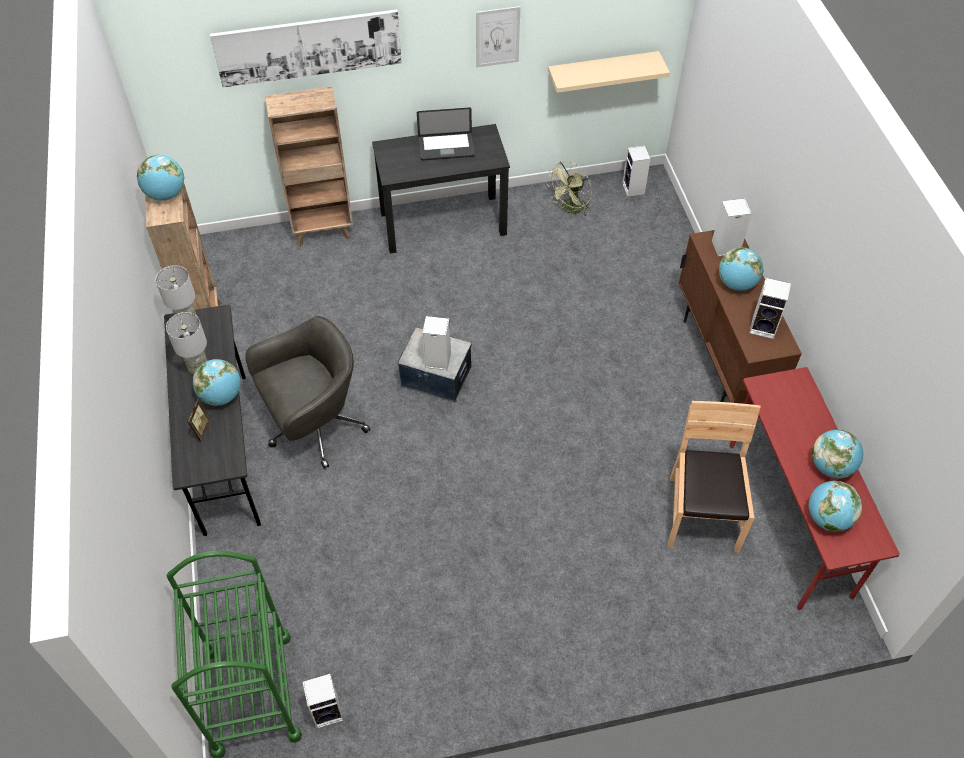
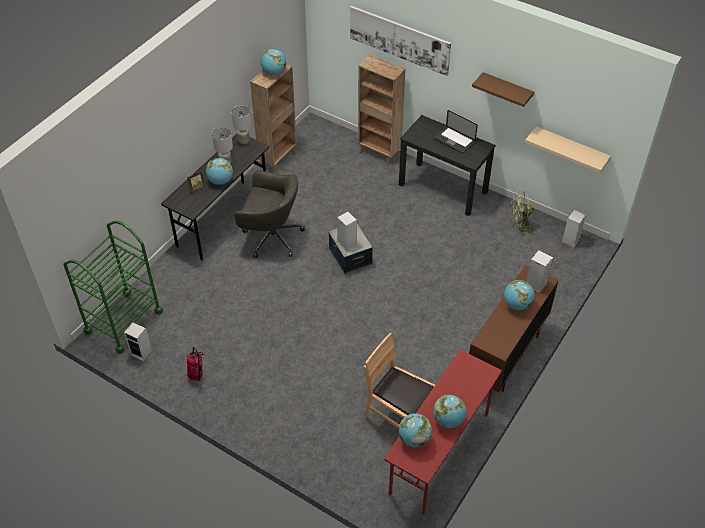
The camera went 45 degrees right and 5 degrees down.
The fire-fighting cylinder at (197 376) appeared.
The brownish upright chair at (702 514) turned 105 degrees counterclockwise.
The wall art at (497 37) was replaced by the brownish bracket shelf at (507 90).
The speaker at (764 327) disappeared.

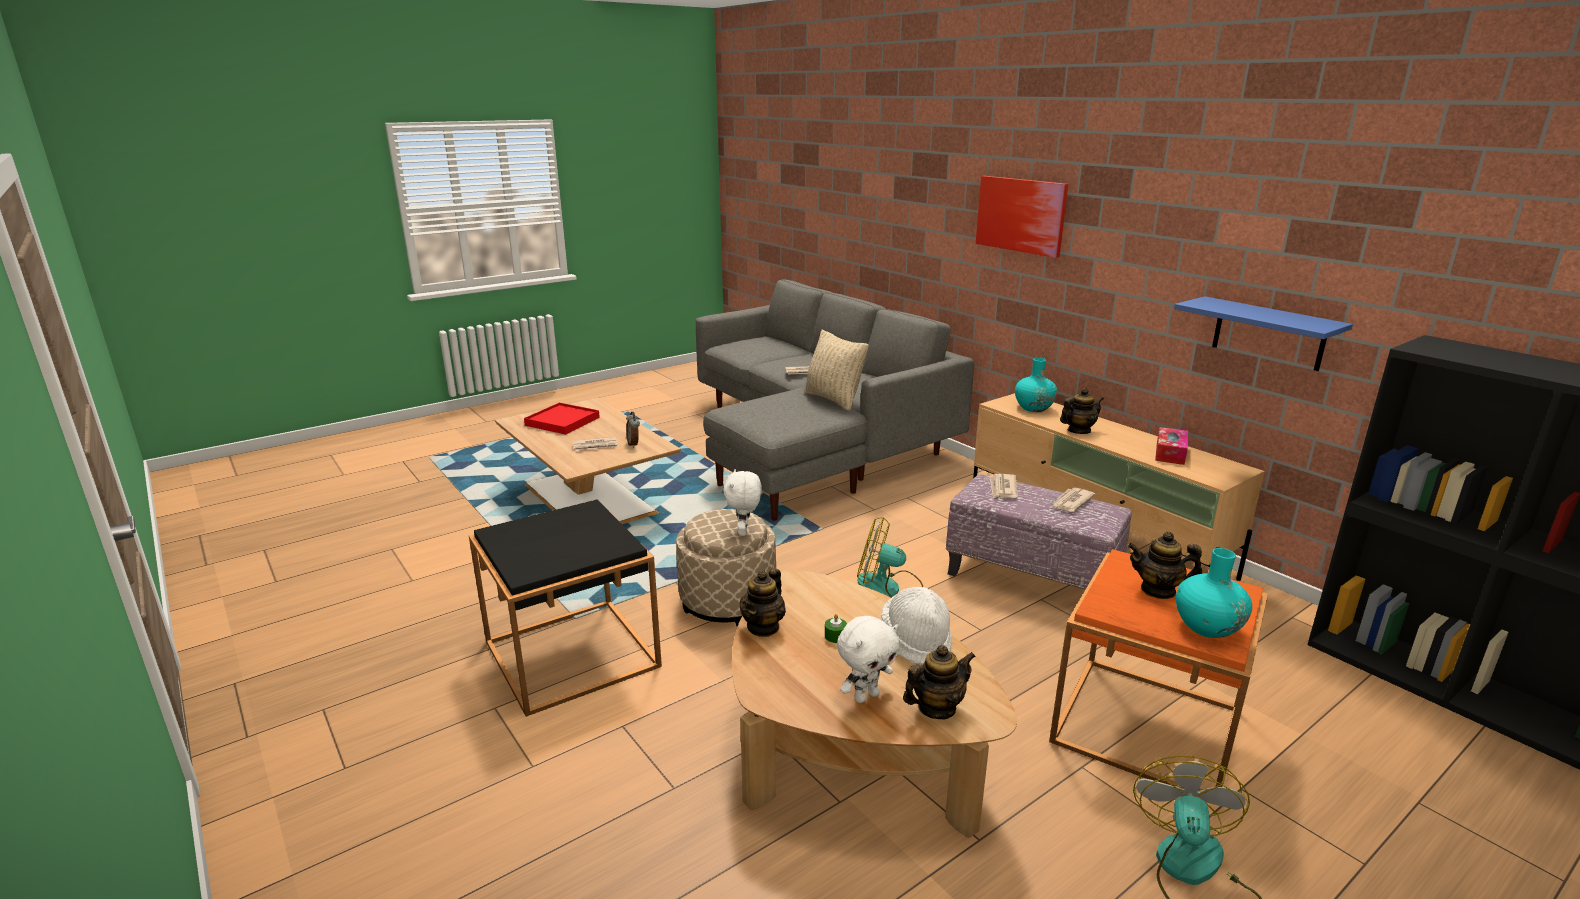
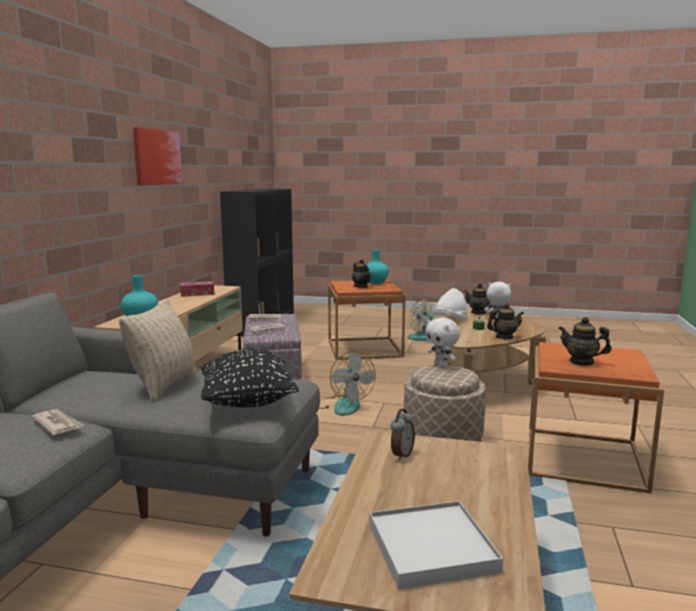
The camera went 130 degrees left and 10 degrees down.
The wall art moved from (1021 215) to (157 157).
The blackish throw pillow at (247 402) appeared.
The reddish serving tray at (562 421) became the white serving tray at (432 548).
The white soft toy at (744 531) turned 90 degrees clockwise.
The blackish side table at (571 654) became the orange side table at (583 458).
The pot for tea moved from (1078 431) to (581 362).
The printed paper at (596 446) disappeared.
The bluish bracket shelf at (1268 333) disappeared.

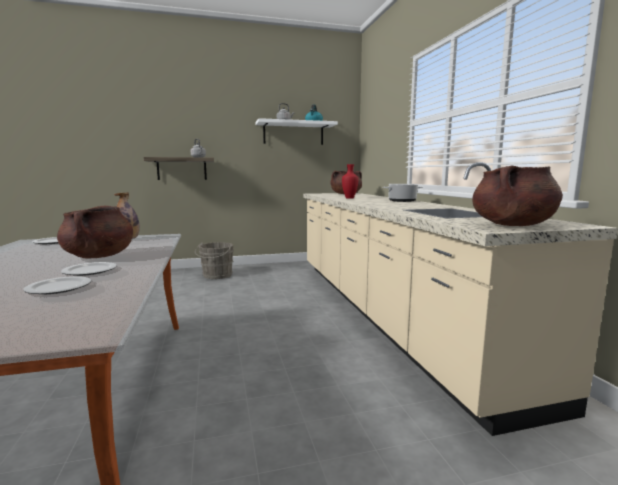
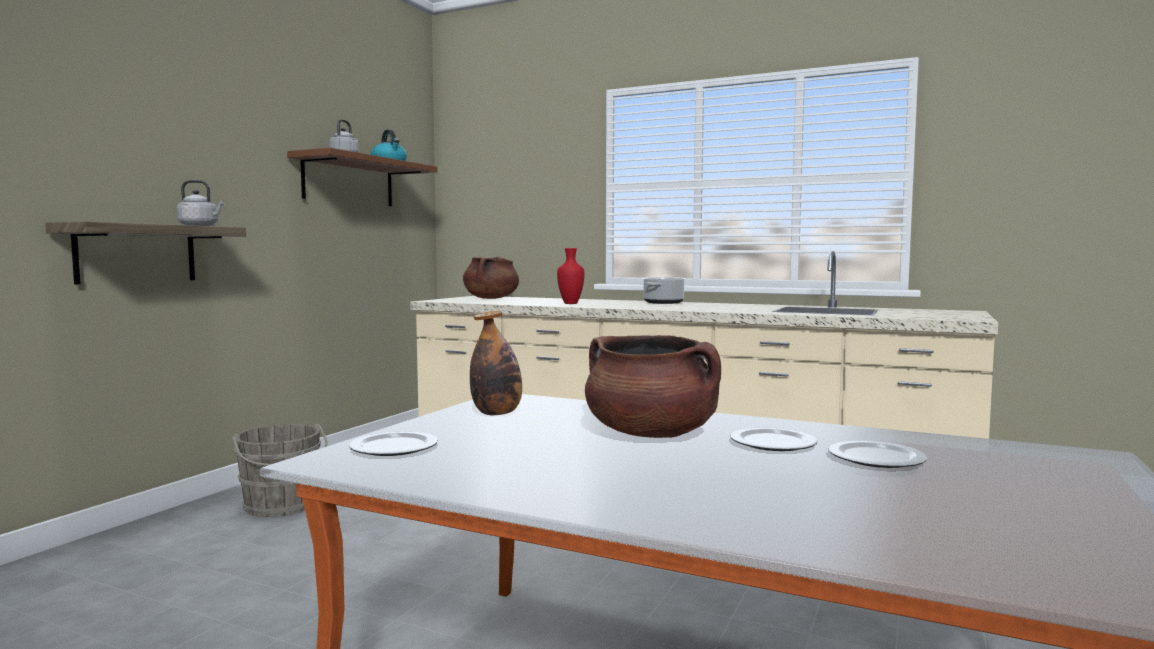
The camera went 50 degrees left and 5 degrees down.
The white bracket shelf at (293 133) became the brownish bracket shelf at (349 181).
The brownish cooking pot at (512 225) disappeared.

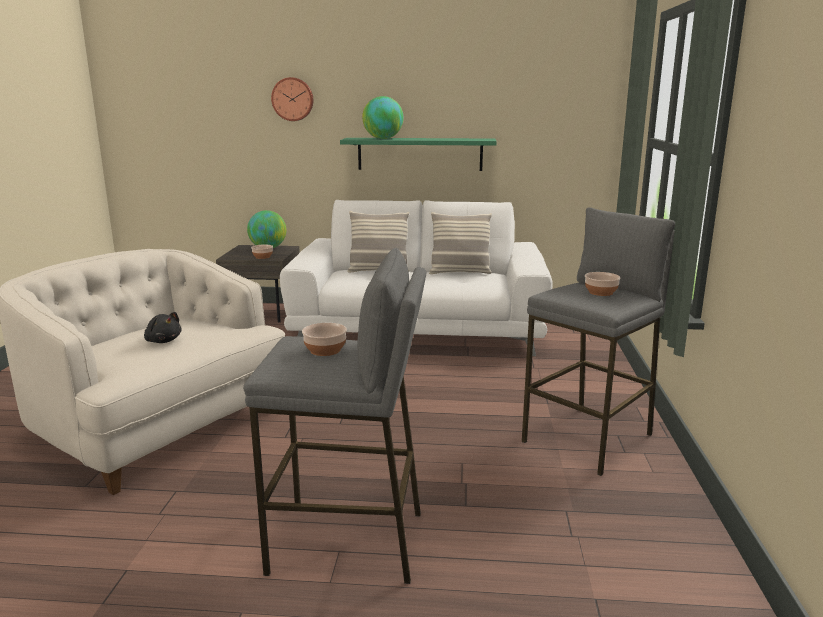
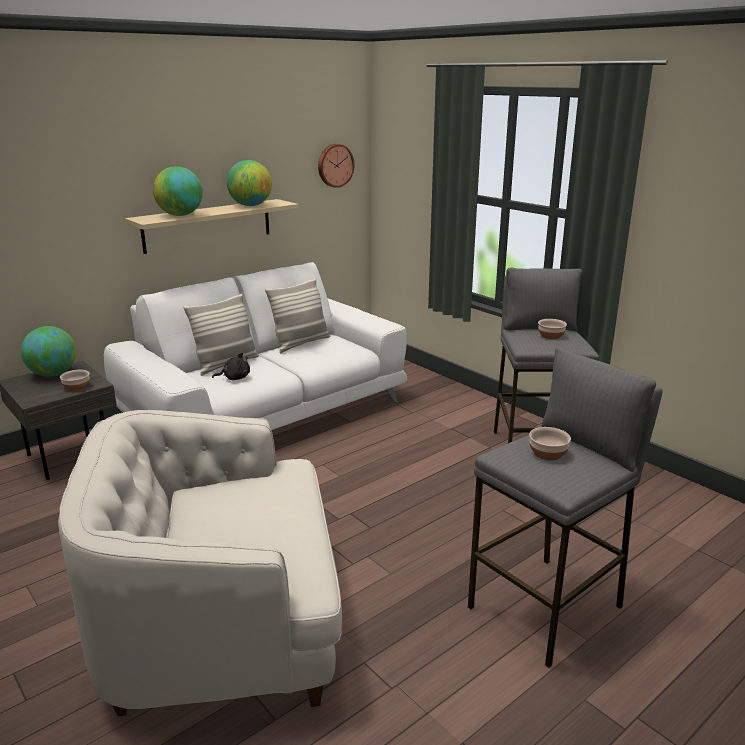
The camera went 45 degrees left and 5 degrees up.
The green-coloured bracket shelf at (420 154) became the beige bracket shelf at (208 225).
The blackish soft toy moved from (163 341) to (235 378).
The globe at (251 205) appeared.
The clock on the wall moved from (293 99) to (334 165).

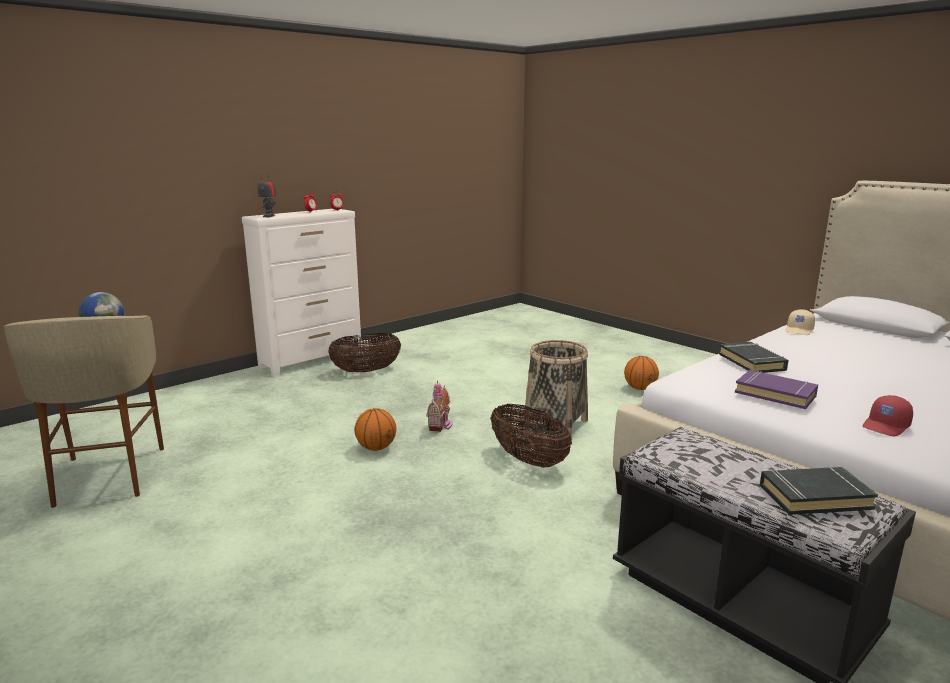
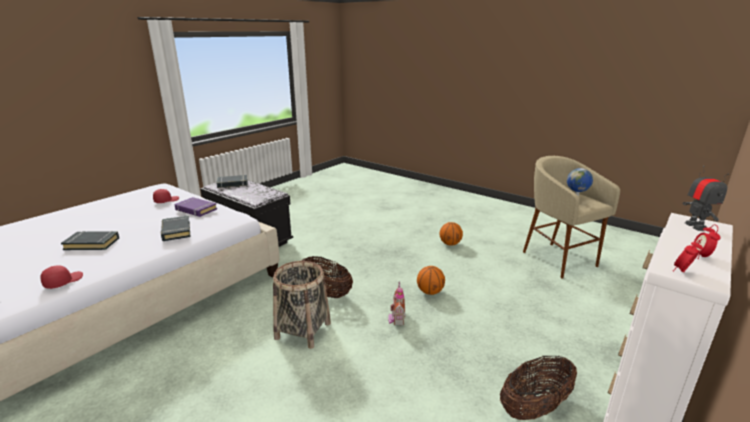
The camera went 170 degrees right and 5 degrees up.
The beige baseball cap at (799 330) became the reddish baseball cap at (63 281).
The blackish volume at (92 243) appeared.
The ball for basketball moved from (640 388) to (450 244).

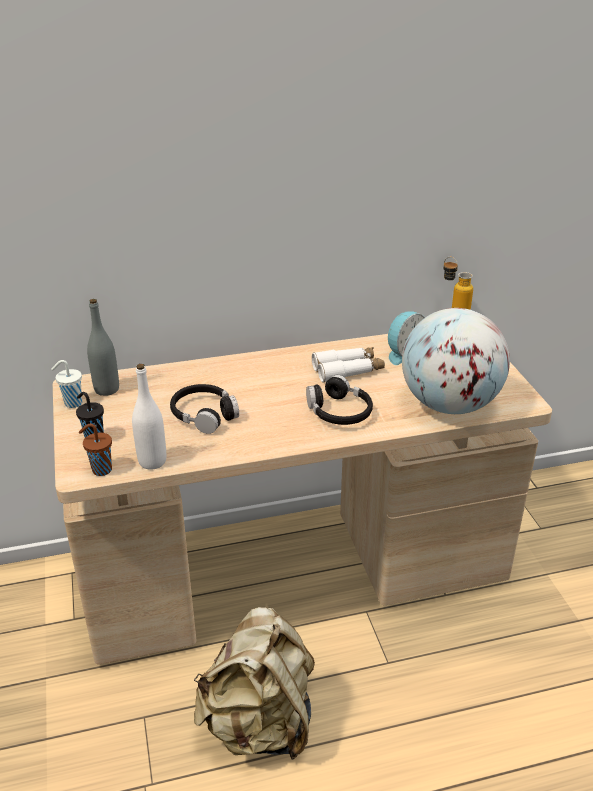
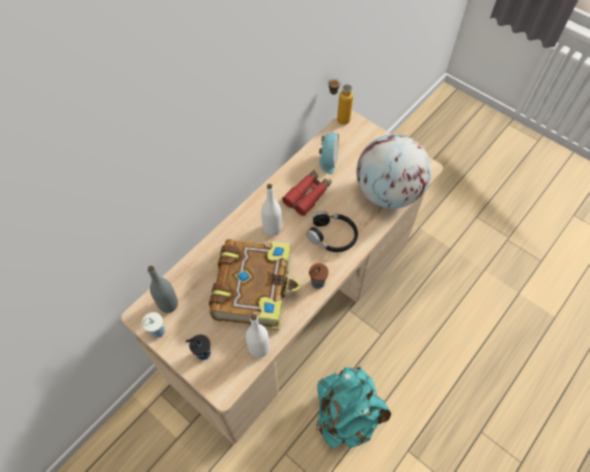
The camera went 35 degrees left and 25 degrees up.
The blackish headset at (204 415) was replaced by the volume at (254 288).
The white drink bottle at (272 229) appeared.
The white pair of binoculars at (348 370) became the reddish pair of binoculars at (308 195).
The brownish drinking cup moved from (100 470) to (317 283).
The beige rucksack at (260 724) became the turquoise-coloured rucksack at (346 414).

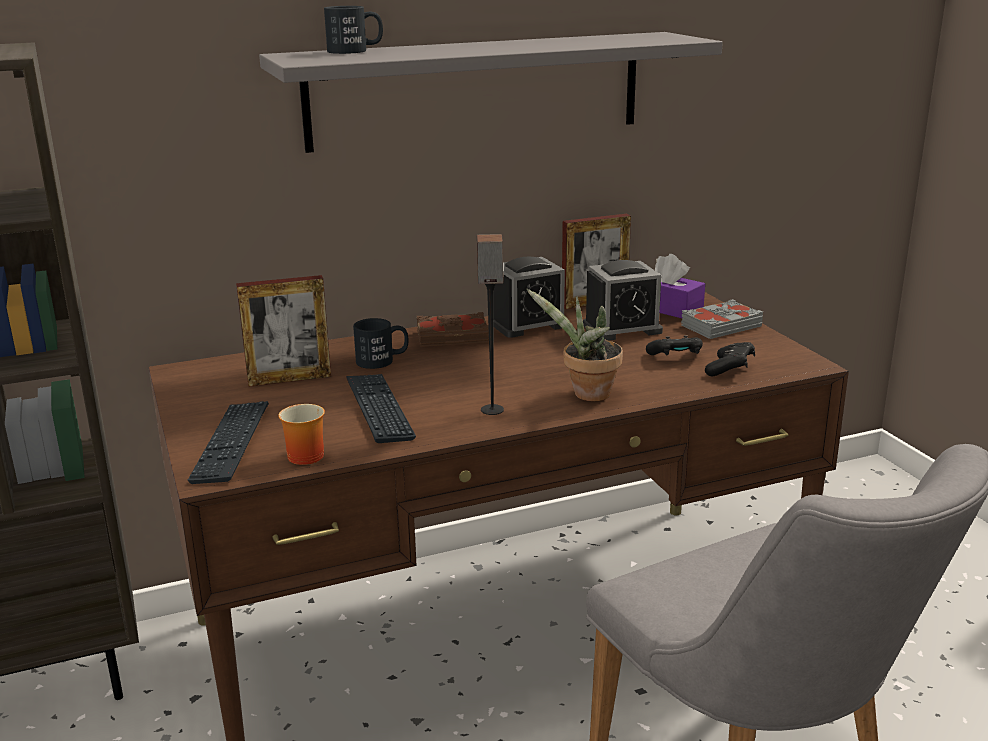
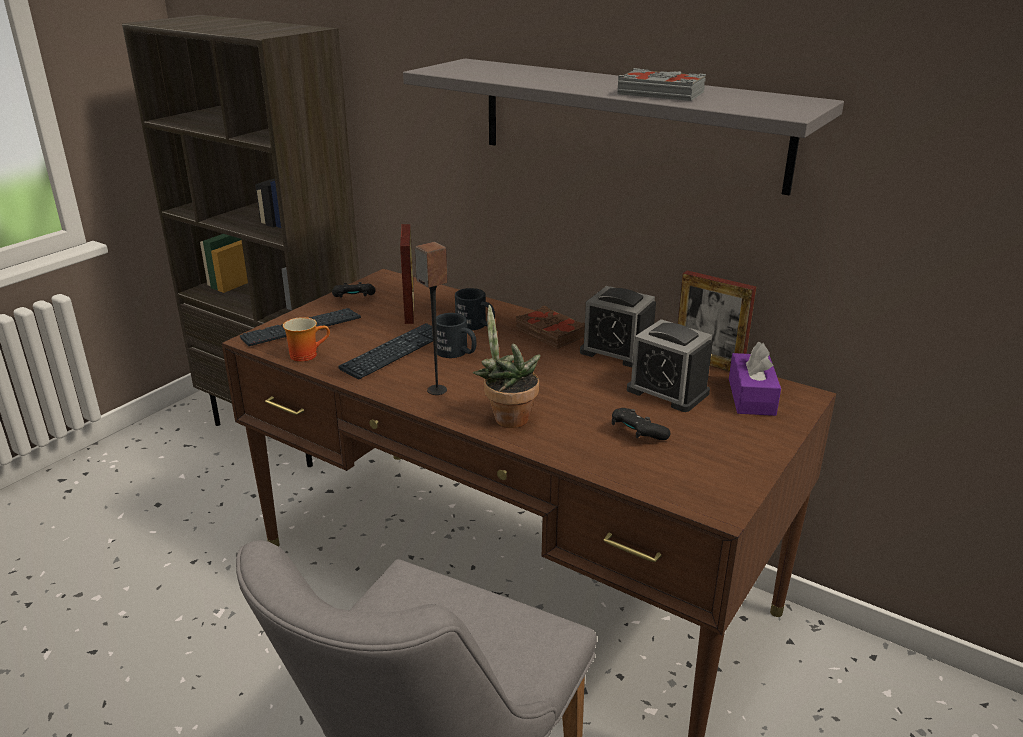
The camera went 55 degrees right and 5 degrees up.
The blackish joypad moved from (730 369) to (354 299).
The photo frame at (289 379) turned 135 degrees counterclockwise.
The blackish tea mug moved from (355 51) to (457 353).
The greyish volume moved from (720 326) to (661 93).

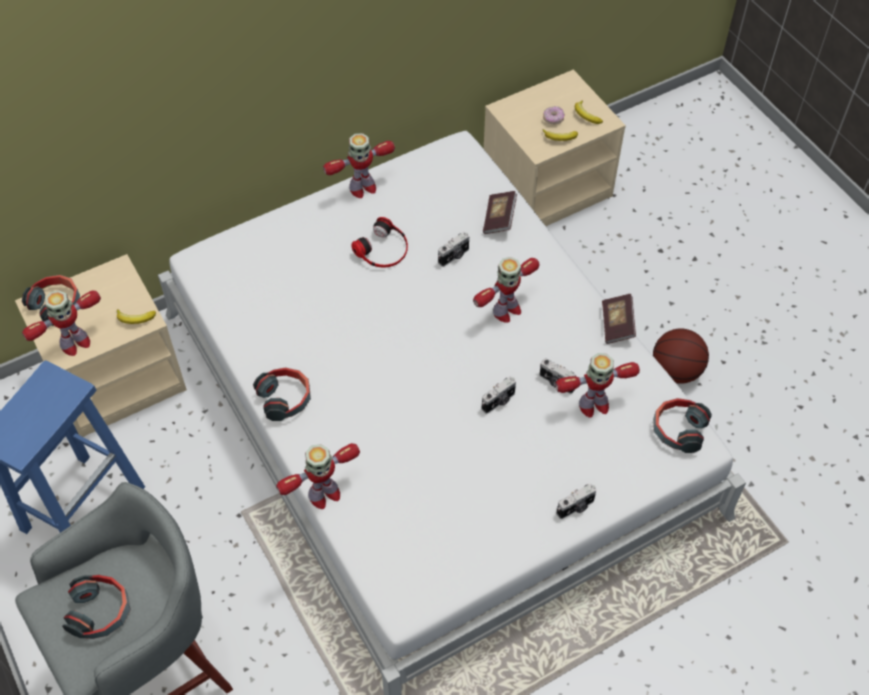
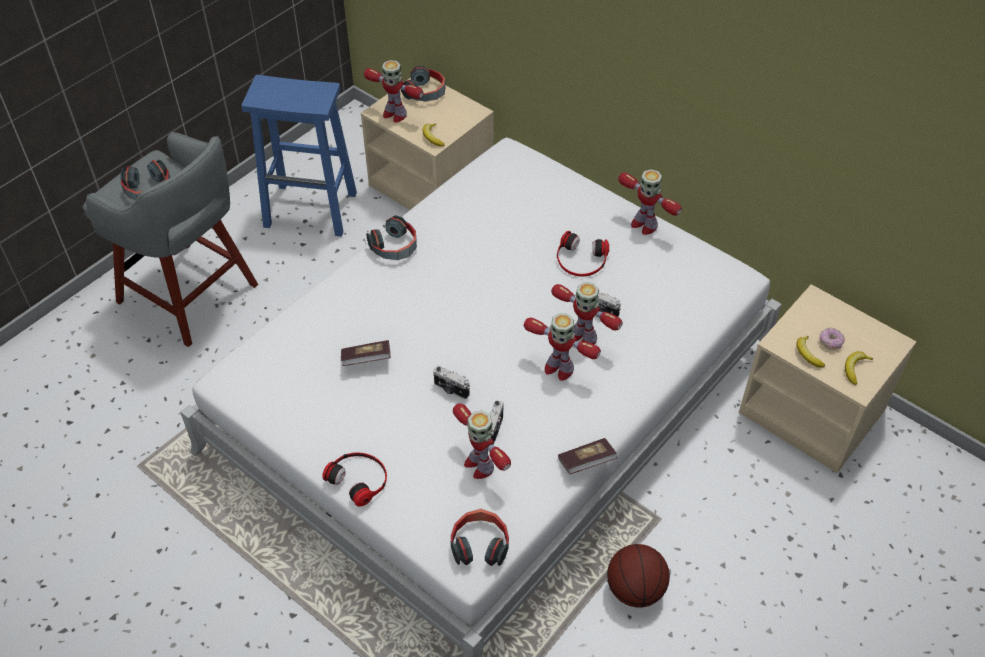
The camera went 70 degrees right and 5 degrees down.
The still camera at (576 508) was replaced by the headset at (359 479).
The volume moved from (499 219) to (366 360).
The model robot moved from (323 495) to (582 337).

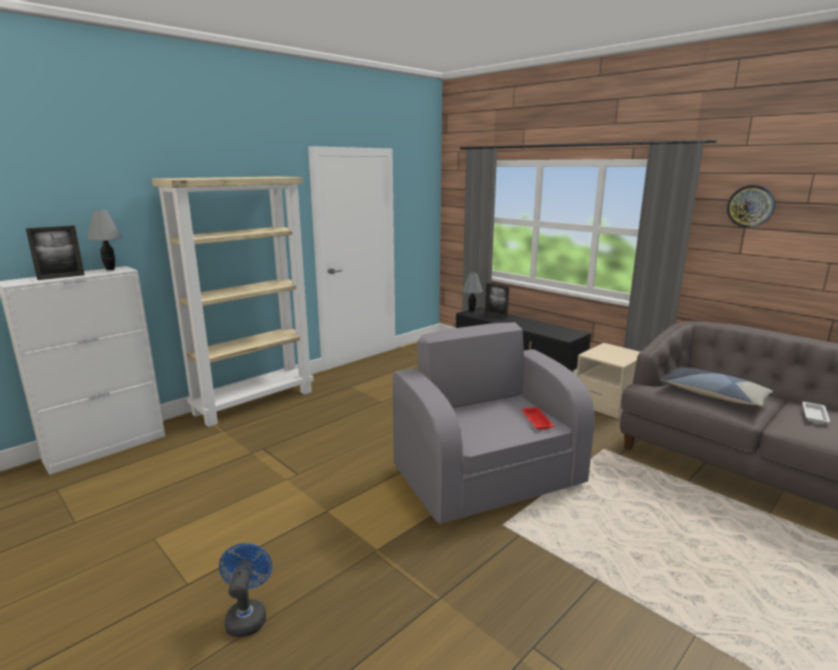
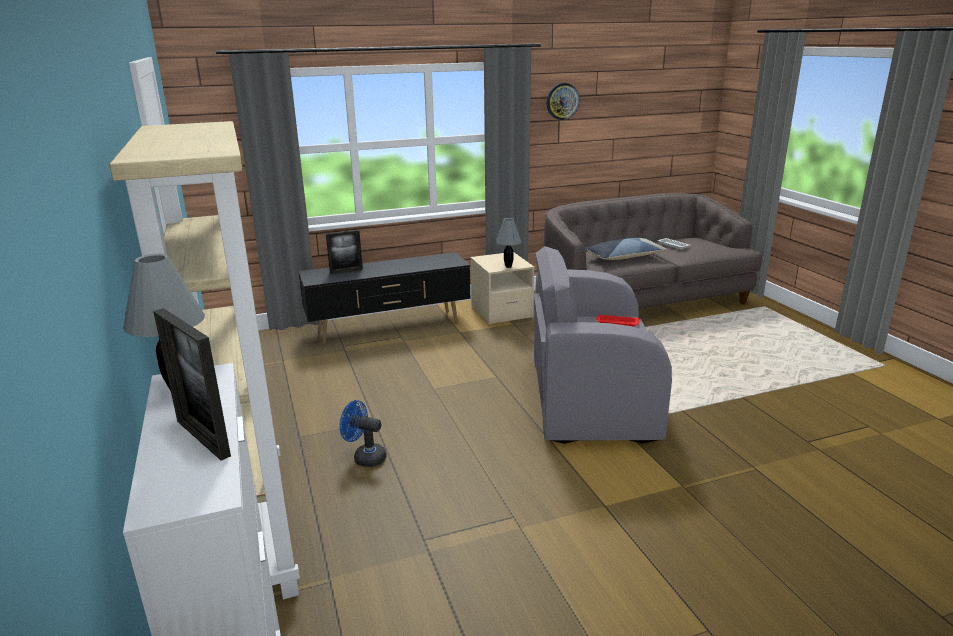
The camera went 65 degrees left and 5 degrees up.
The photo frame at (61 277) turned 150 degrees clockwise.
The bluish cooling fan moved from (247 615) to (365 457).
The greyish lamp for a table moved from (471 311) to (508 267).

